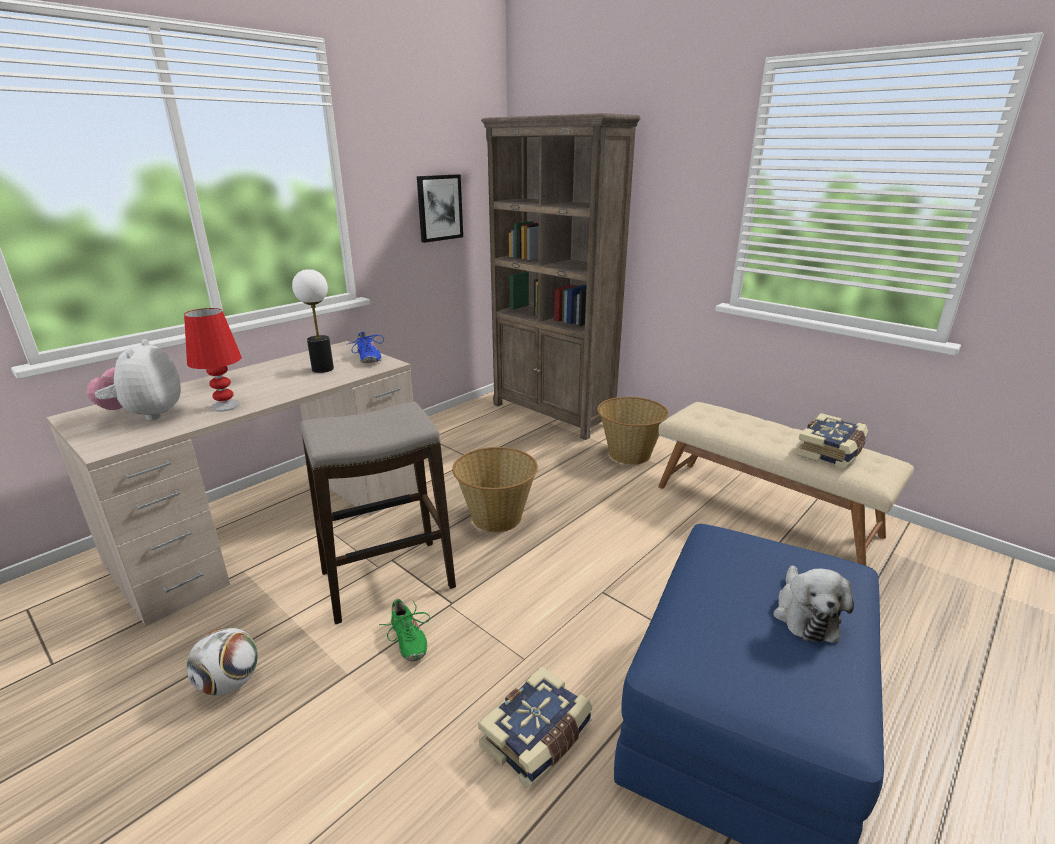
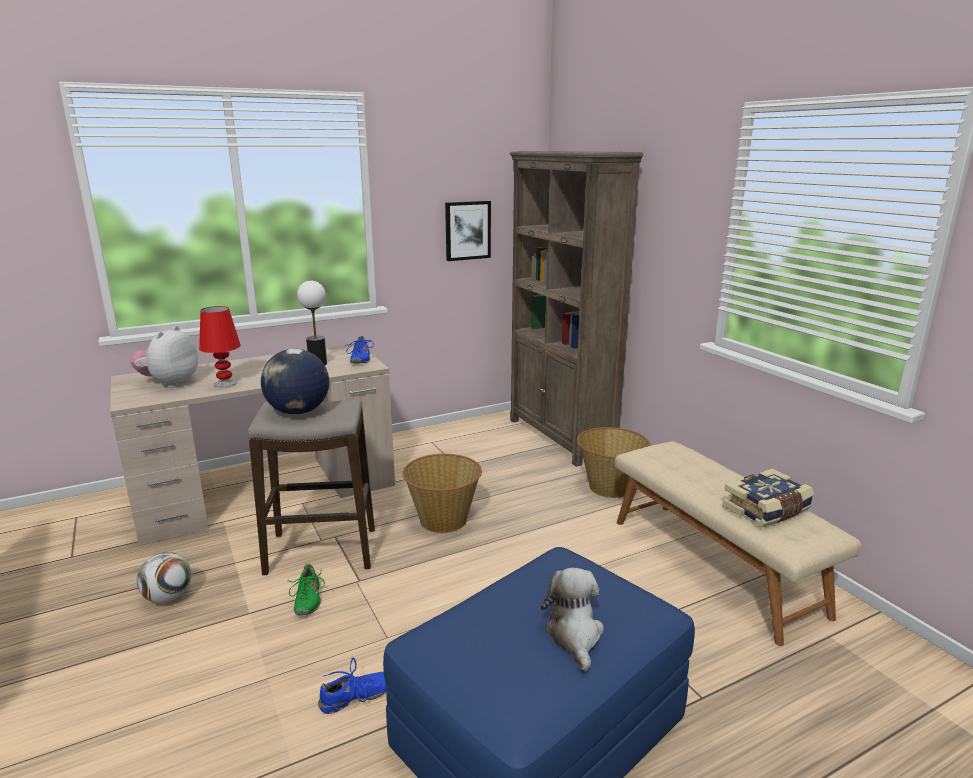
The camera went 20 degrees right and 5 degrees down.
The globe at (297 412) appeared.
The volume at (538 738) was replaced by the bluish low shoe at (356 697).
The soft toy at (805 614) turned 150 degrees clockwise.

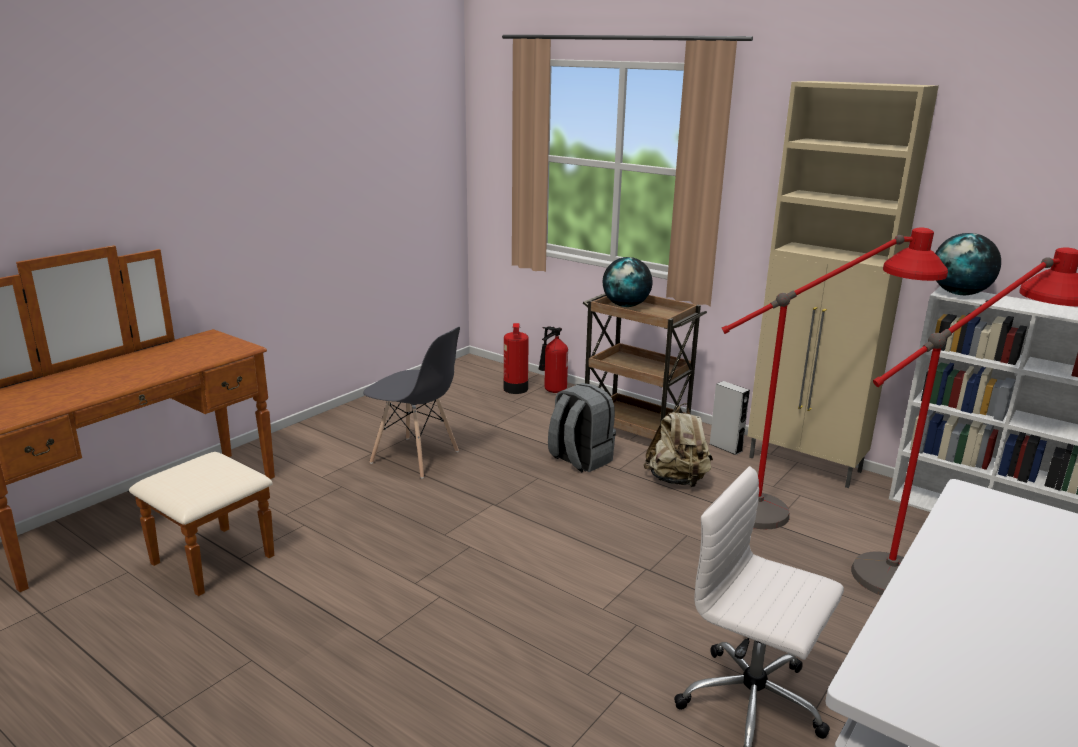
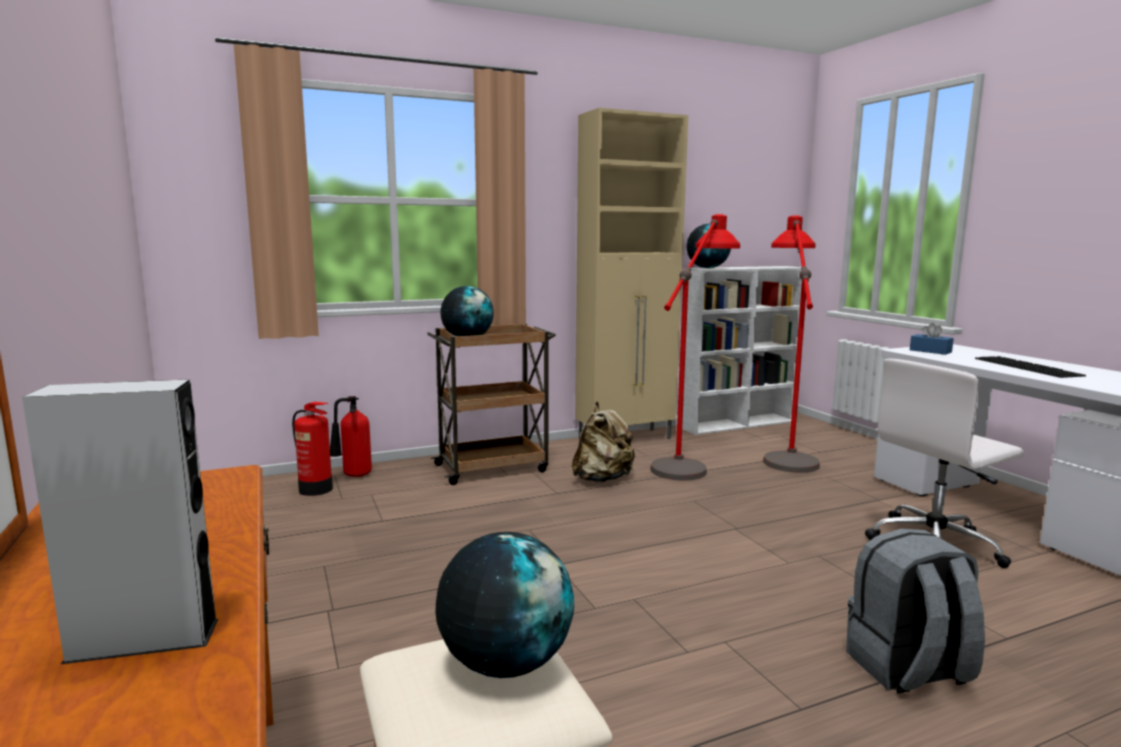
The camera went 60 degrees left and 10 degrees down.
The greyish speaker moved from (725 447) to (144 640).
The globe at (505 663) appeared.
The greyish rucksack moved from (579 459) to (907 670).
The bluish tissue box at (930 351) appeared.
The keyboard at (1029 367) appeared.
The greyish upright chair at (415 457) disappeared.

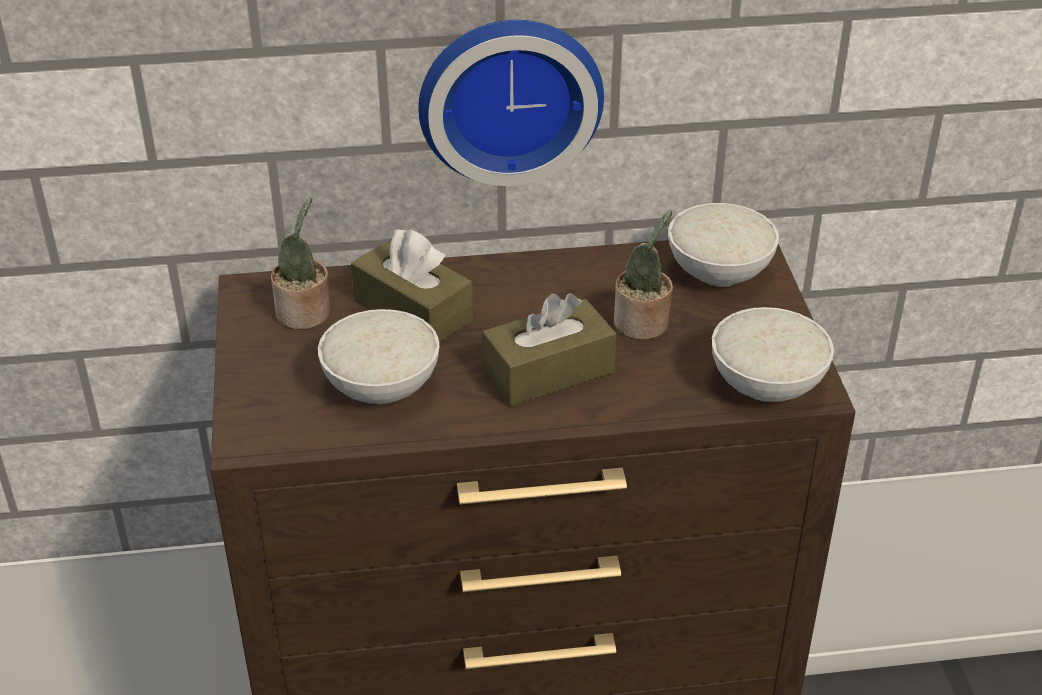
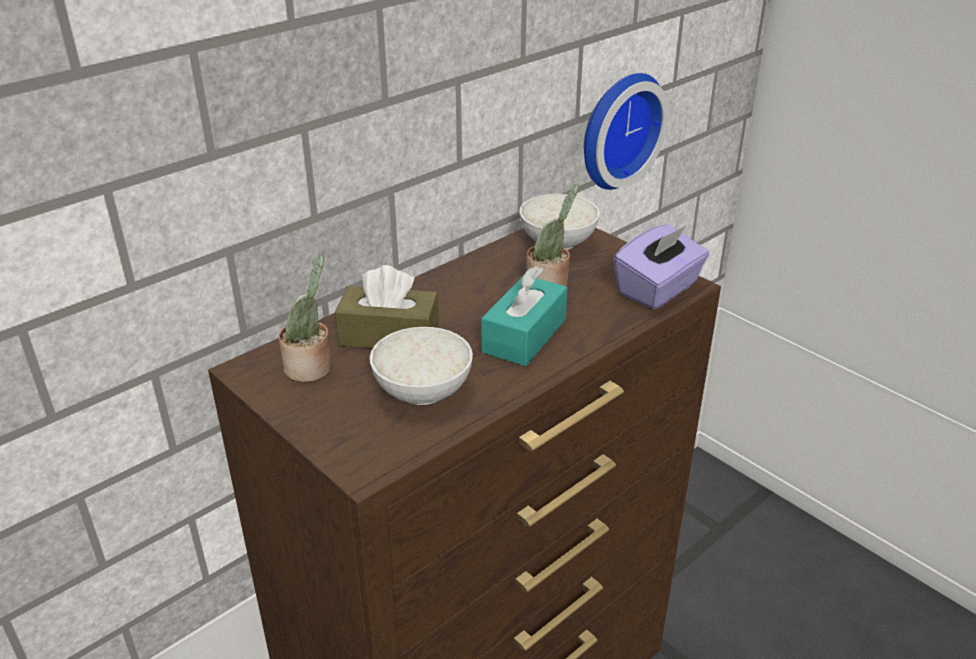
The camera went 35 degrees left and 5 degrees down.
The brownish tissue box at (548 371) became the turquoise-coloured tissue box at (524 336).
The clock on the wall moved from (509 96) to (617 129).
The white bowl at (767 383) was replaced by the purple tissue box at (658 290).

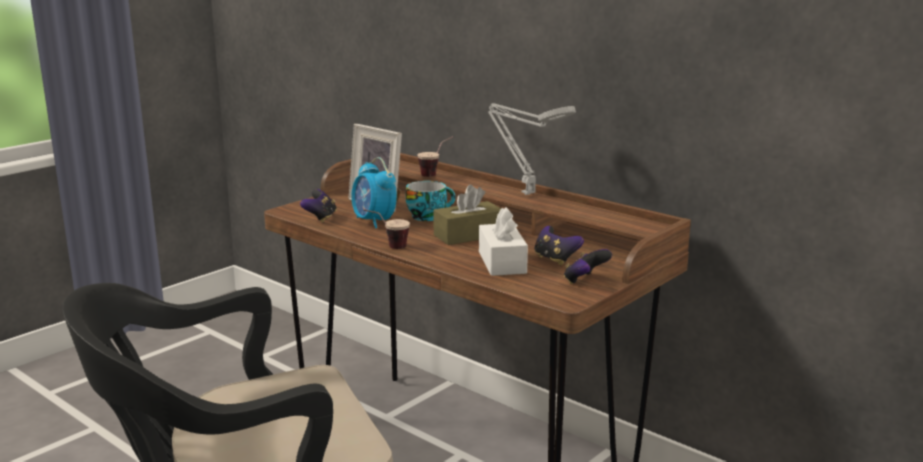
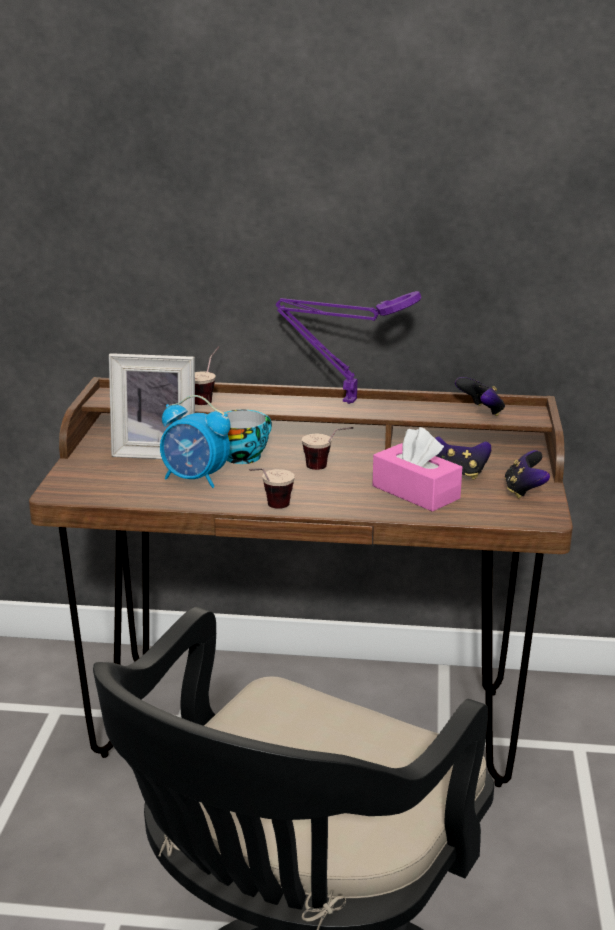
The camera went 35 degrees left and 5 degrees up.
The greyish lamp for a table at (525 193) became the purple lamp for a table at (345 401).
The brownish tissue box at (468 235) was replaced by the drinking cup at (327 468).
The white tissue box at (502 262) became the pinkish tissue box at (415 492).
The joypad moved from (320 218) to (481 412).

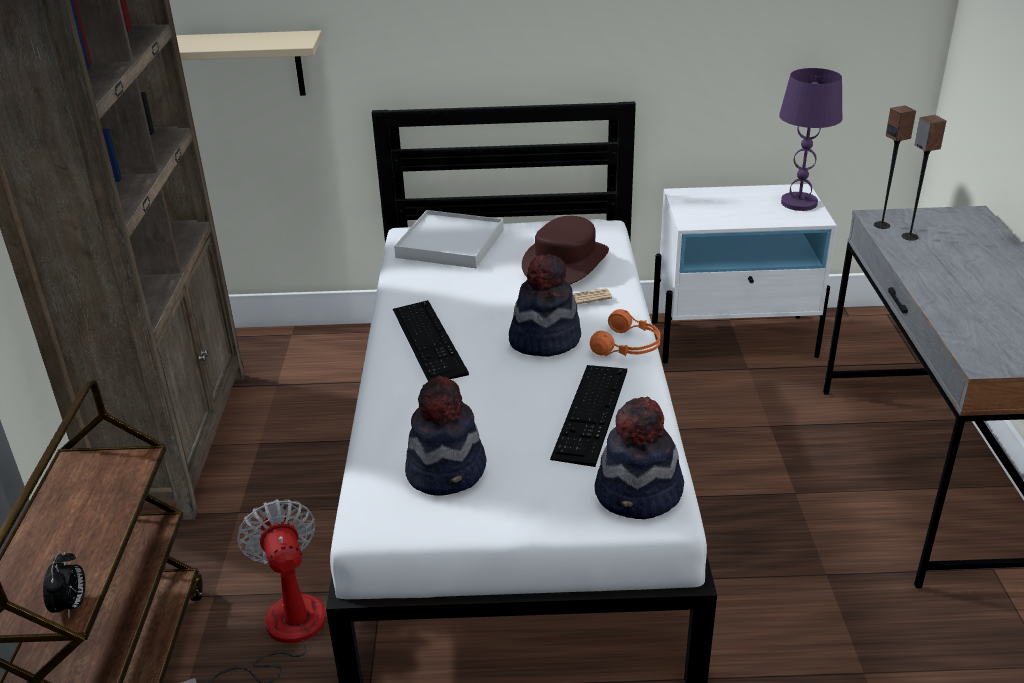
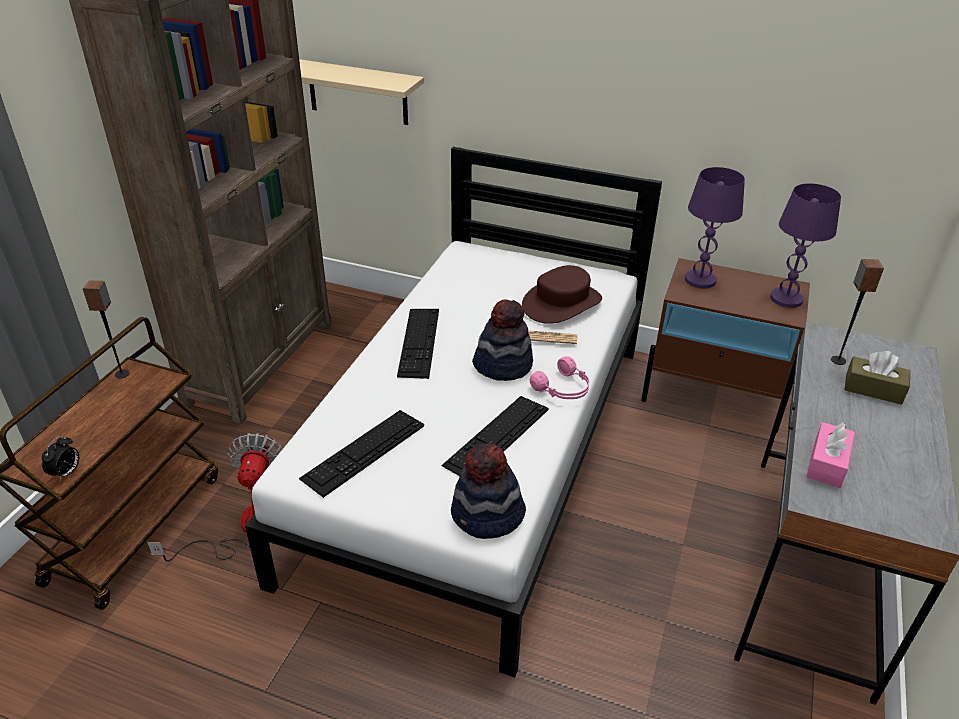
The camera went 20 degrees right and 5 degrees up.
The speaker moved from (882 225) to (122 374).
The wearable hat at (447 471) was replaced by the keyboard at (364 451).
The orange headset at (628 346) became the pinkish headset at (563 389).
The white bedside table at (734 339) became the brownish bedside table at (713 396).
The purple lamp for a table at (699 280) appeared.
The pinkish tissue box at (827 463) appeared.
The brownish tissue box at (873 389) appeared.
The white serving tray at (451 243) disappeared.

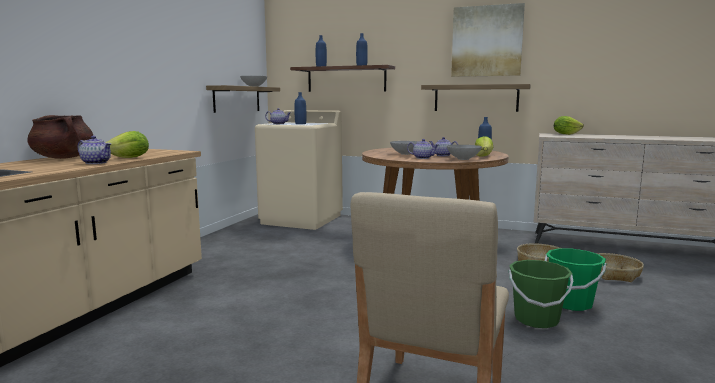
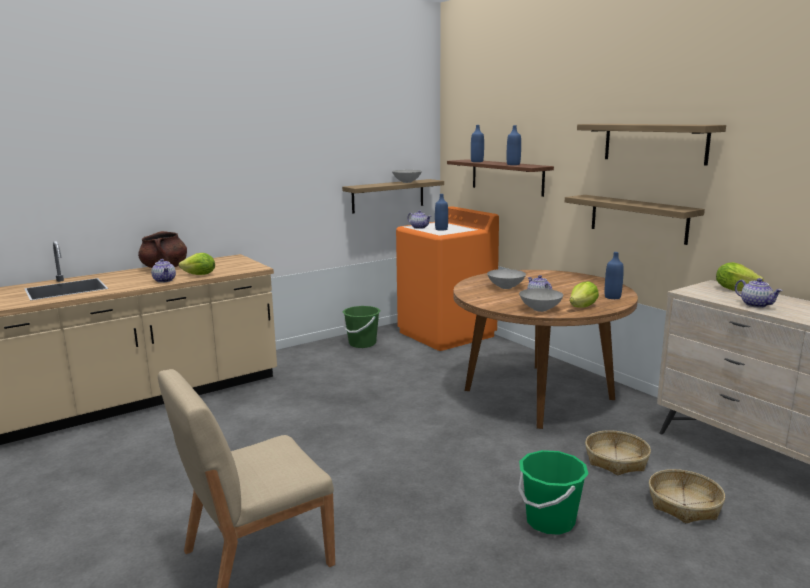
The camera went 35 degrees right and 5 degrees up.
The green-coloured pail moved from (536 319) to (362 343).
The beige washing machine at (302 219) became the orange washing machine at (446 334).
The wall art at (487 41) was replaced by the bracket shelf at (654 143).
The pot for tea moved from (423 158) to (756 305).

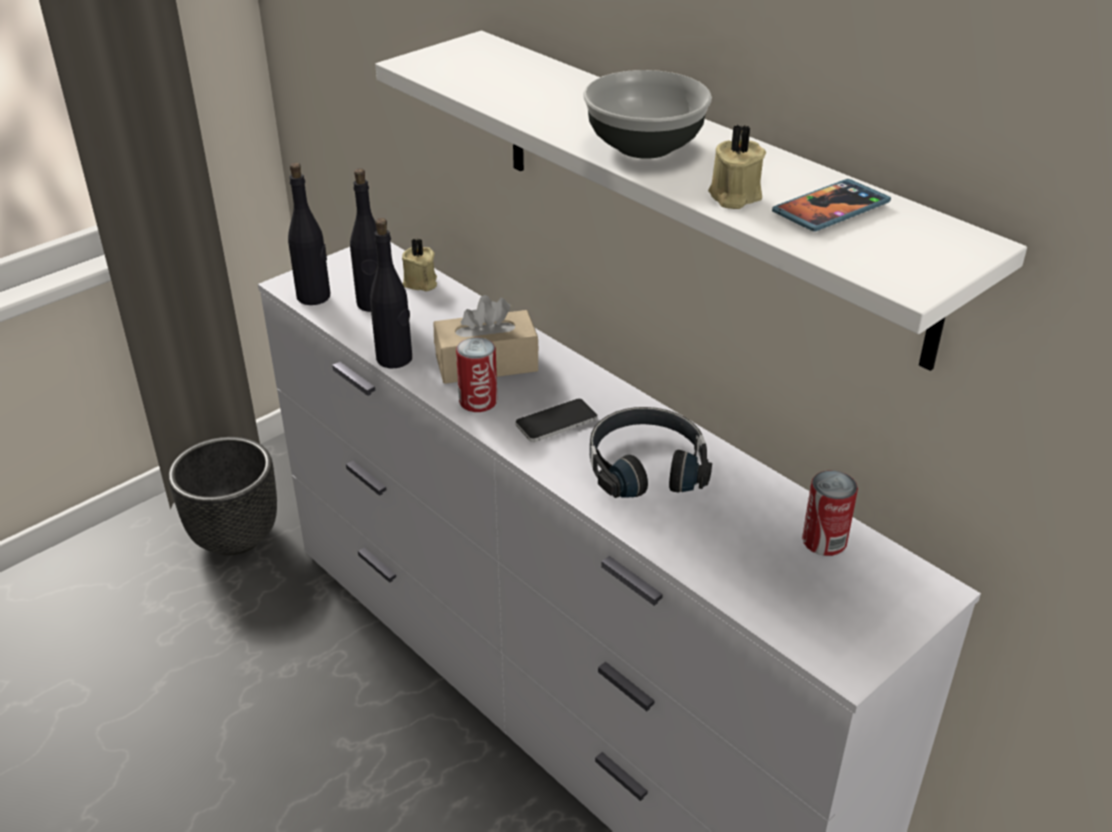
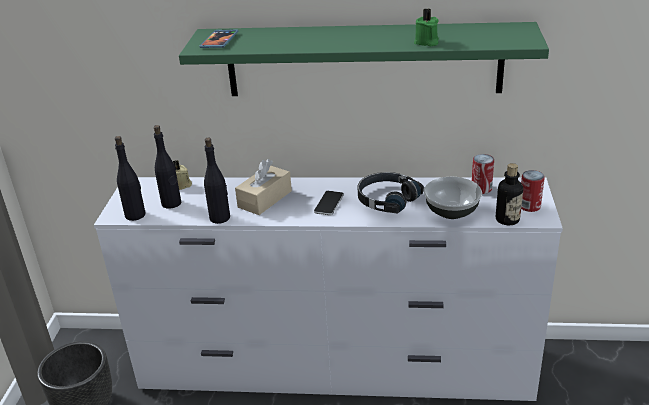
The camera went 40 degrees left and 5 degrees down.
The white bracket shelf at (702 189) became the green-coloured bracket shelf at (363 60).
The phone moved from (830 209) to (219 41).
The beige wax light at (733 196) became the green-coloured wax light at (426 42).
The bowl moved from (644 147) to (452 212).
The drink bottle at (507 219) appeared.
The metal can moved from (478 401) to (529 206).

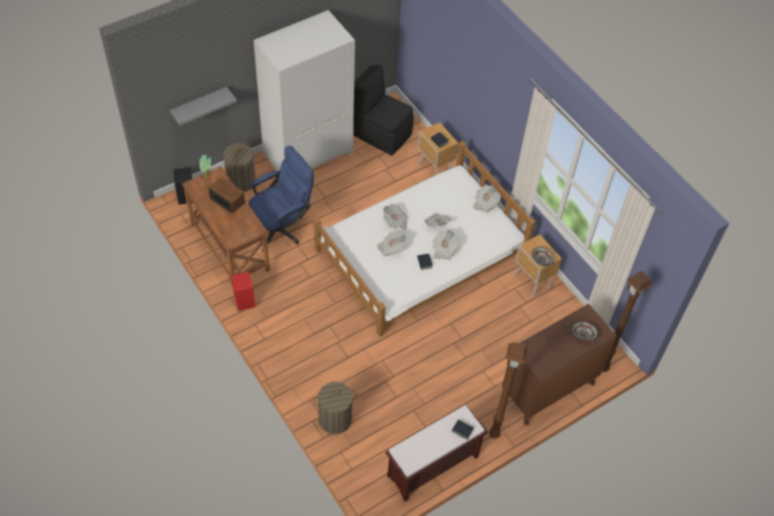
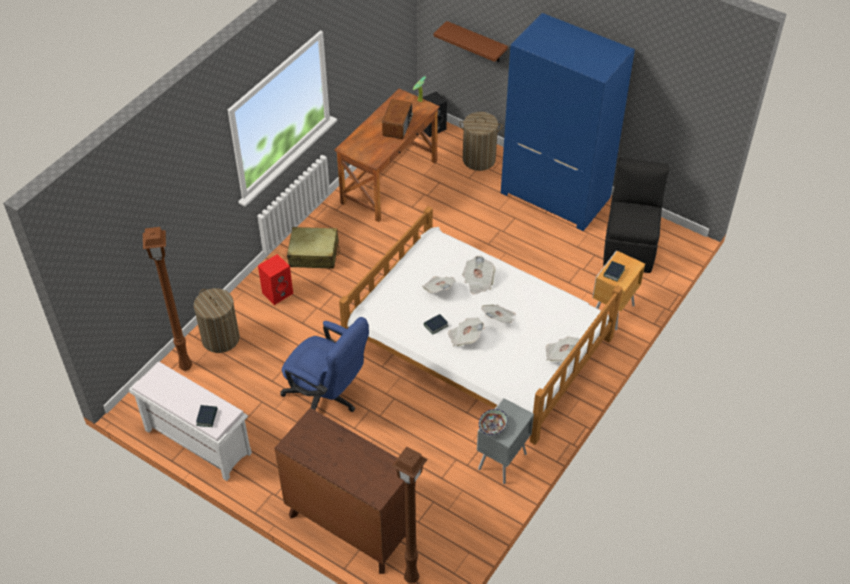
The camera went 70 degrees right and 5 degrees down.
The brownish long seat at (432 467) became the white long seat at (196 441).
The brownish standing lamp moved from (495 434) to (186 367).
The reddish speaker moved from (244 300) to (277 292).
The bluish desk chair moved from (281 227) to (327 397).
The beige travel case at (314 254) appeared.
The greyish bracket shelf at (199 105) became the brownish bracket shelf at (476 42).
The brownish bedside table at (532 282) became the greyish bedside table at (501 462).
The white clothes cupboard at (308 152) became the bluish clothes cupboard at (556 195).
The bowl at (583 335) disappeared.

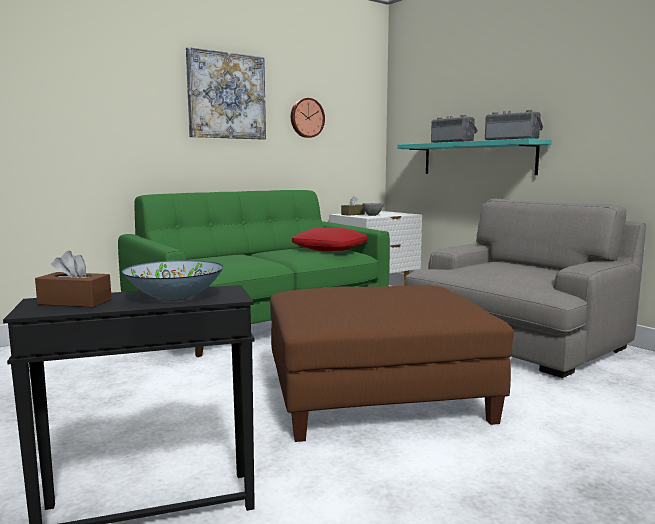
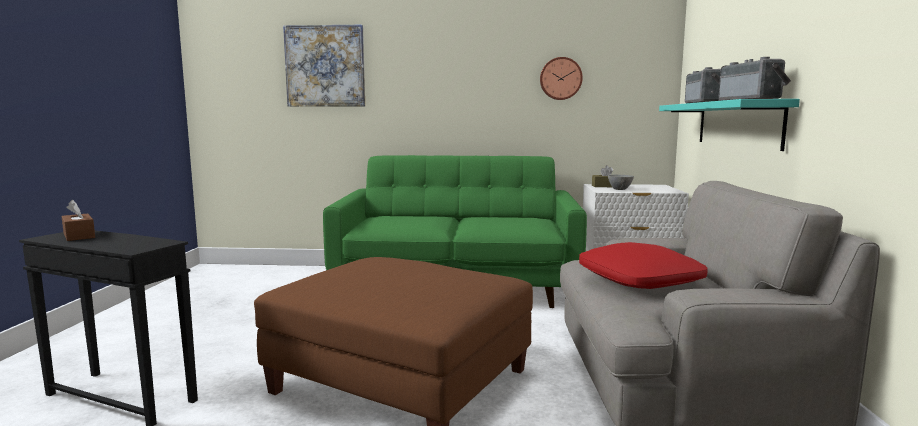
The camera went 40 degrees right and 0 degrees up.
The wall art moved from (226 96) to (325 66).
The reddish throw pillow moved from (330 249) to (640 280).
The bowl at (175 297) disappeared.

